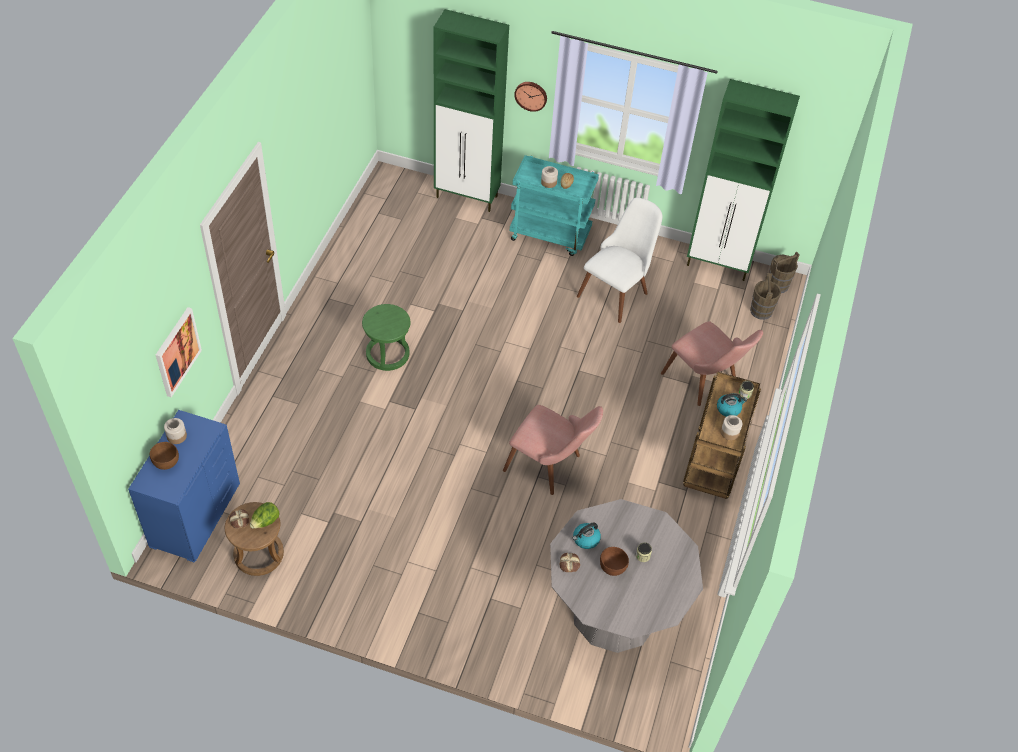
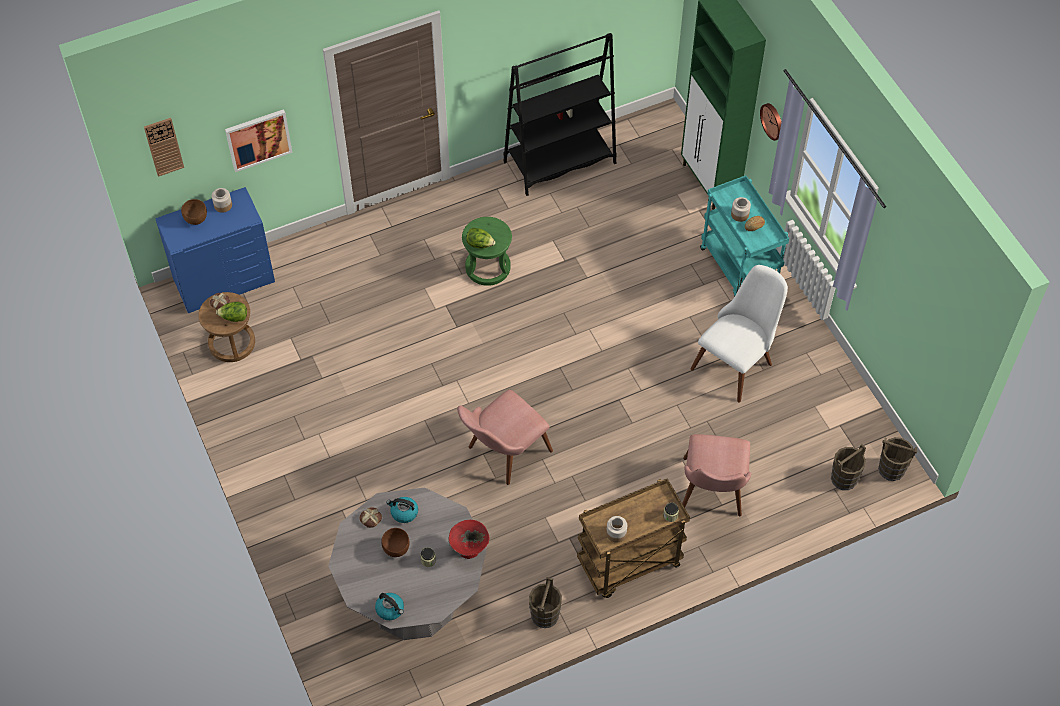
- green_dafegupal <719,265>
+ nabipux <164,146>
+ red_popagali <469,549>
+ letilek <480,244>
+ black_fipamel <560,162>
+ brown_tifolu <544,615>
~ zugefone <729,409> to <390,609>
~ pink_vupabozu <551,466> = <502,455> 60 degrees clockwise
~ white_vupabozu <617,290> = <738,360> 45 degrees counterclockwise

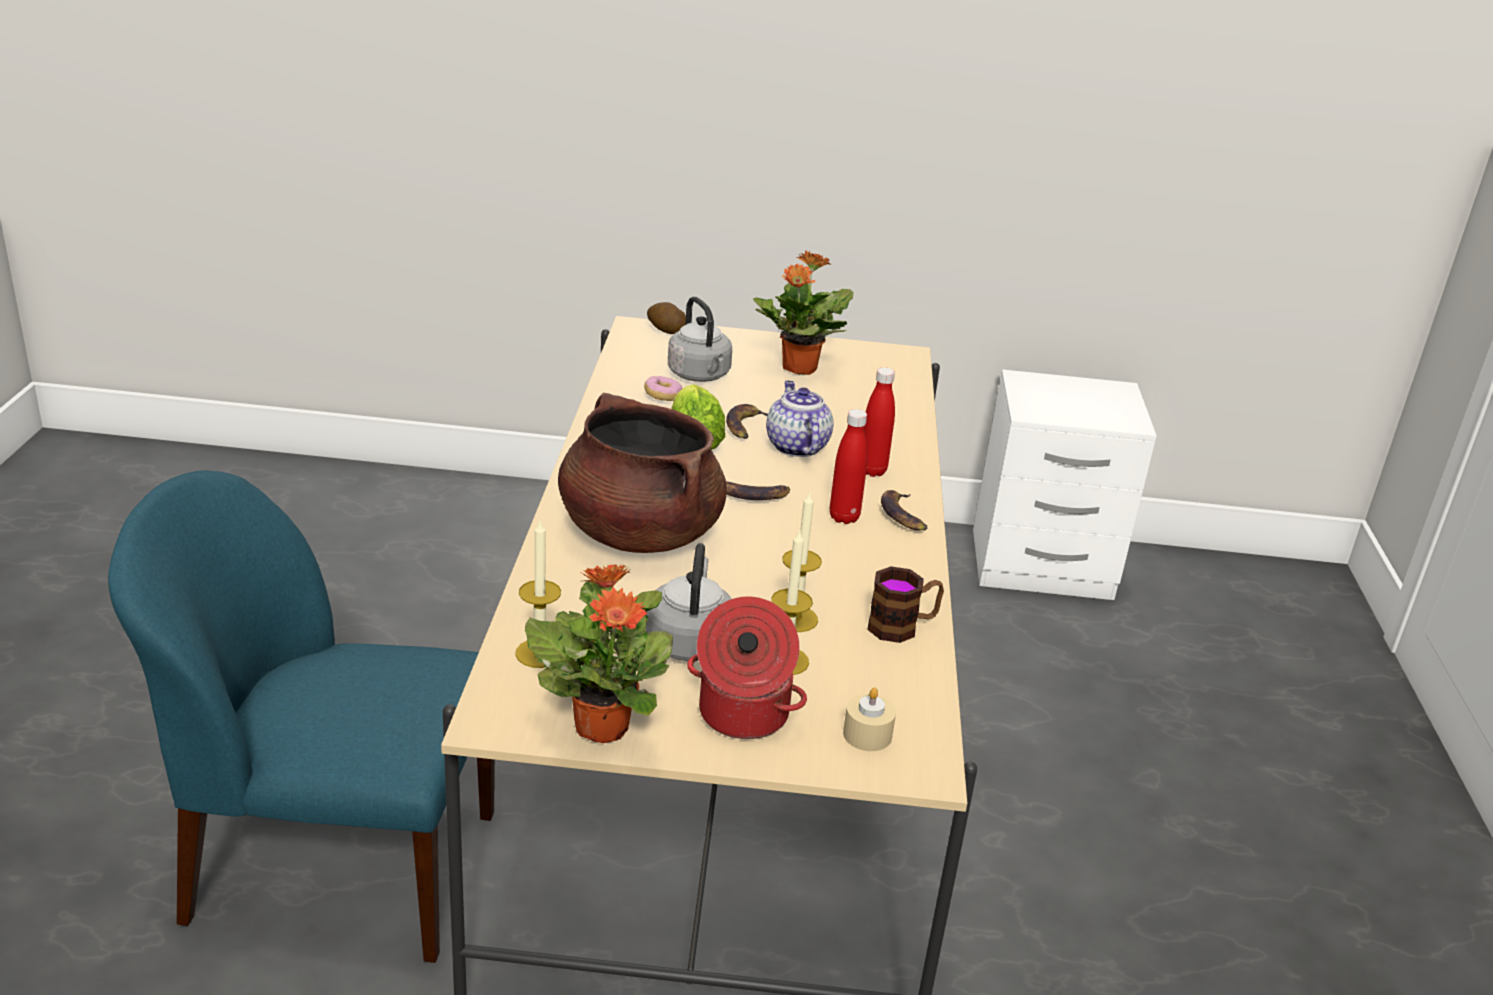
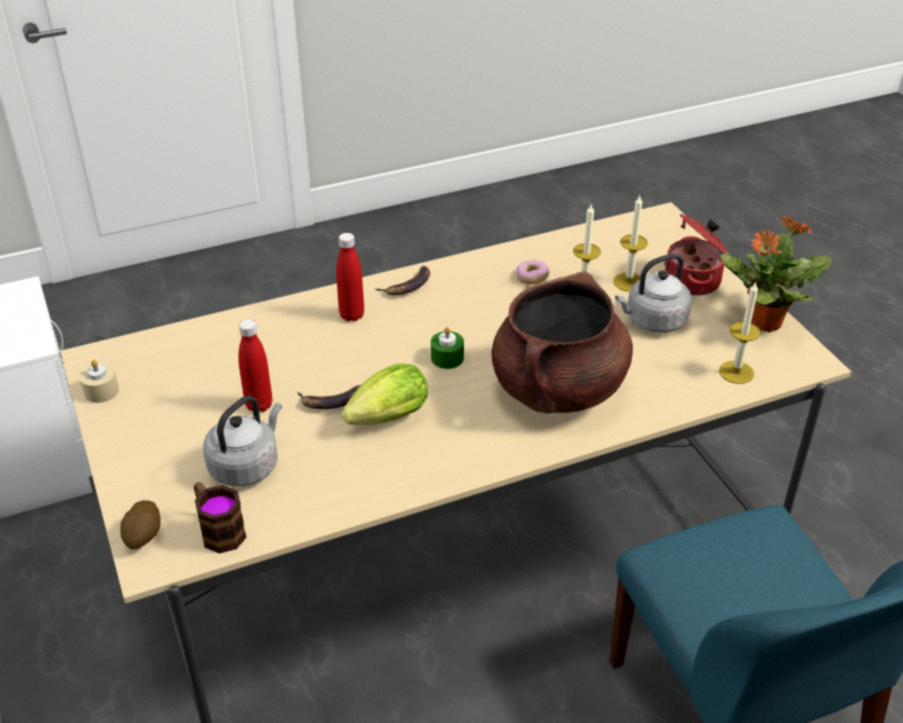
- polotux <798,368>
- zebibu <796,446>
~ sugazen <662,396> to <532,278>
~ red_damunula <844,517> to <259,405>
~ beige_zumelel <867,735> to <101,391>
~ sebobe <902,626> to <218,530>
~ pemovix <752,494> to green_zumelel <447,358>

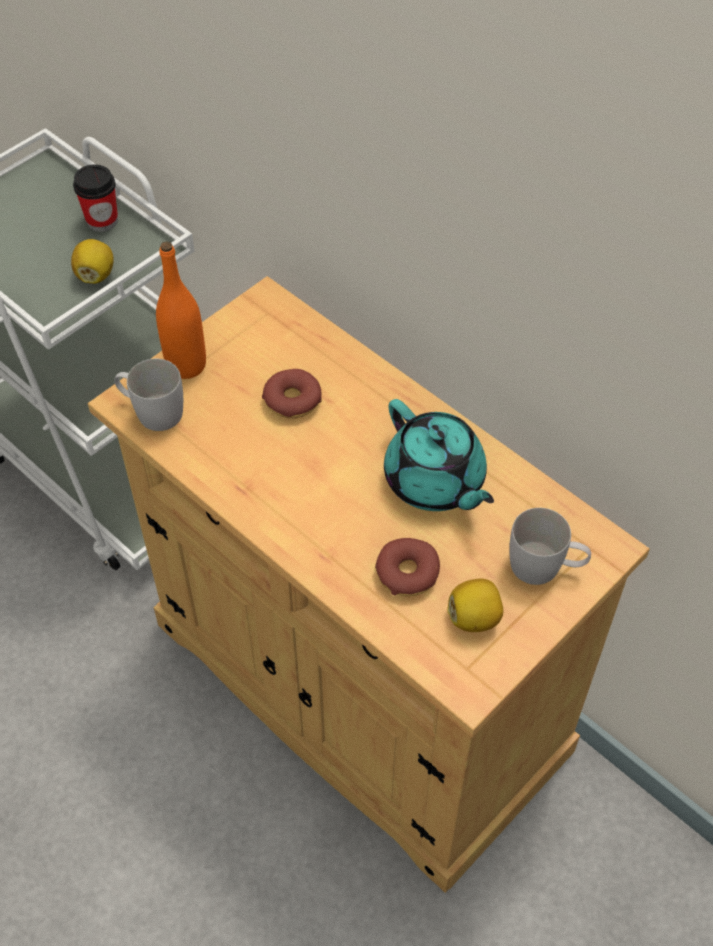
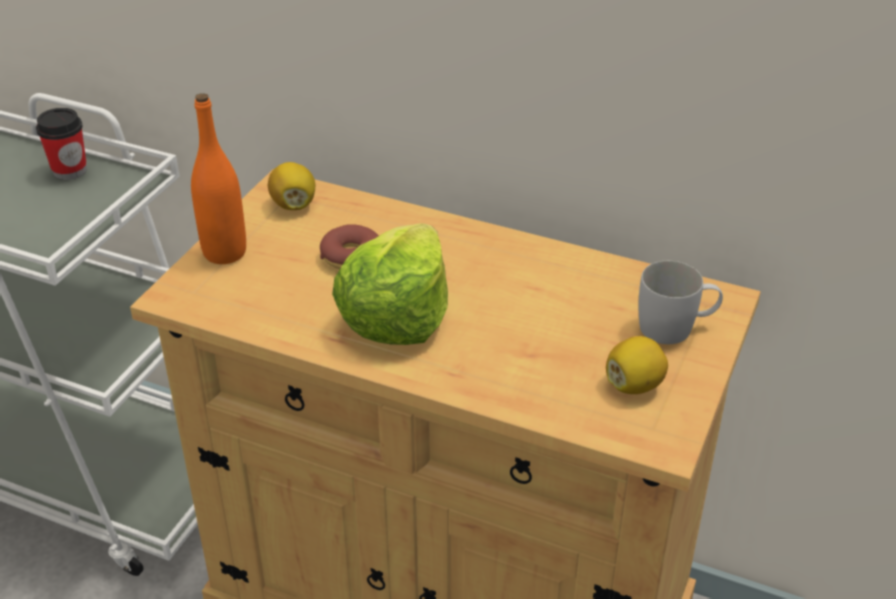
- white_sebobe <151,411>
- sugazen <407,573>
- turquoise_zebibu <435,482>
+ letilek <396,315>
~ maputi <95,275> to <293,204>

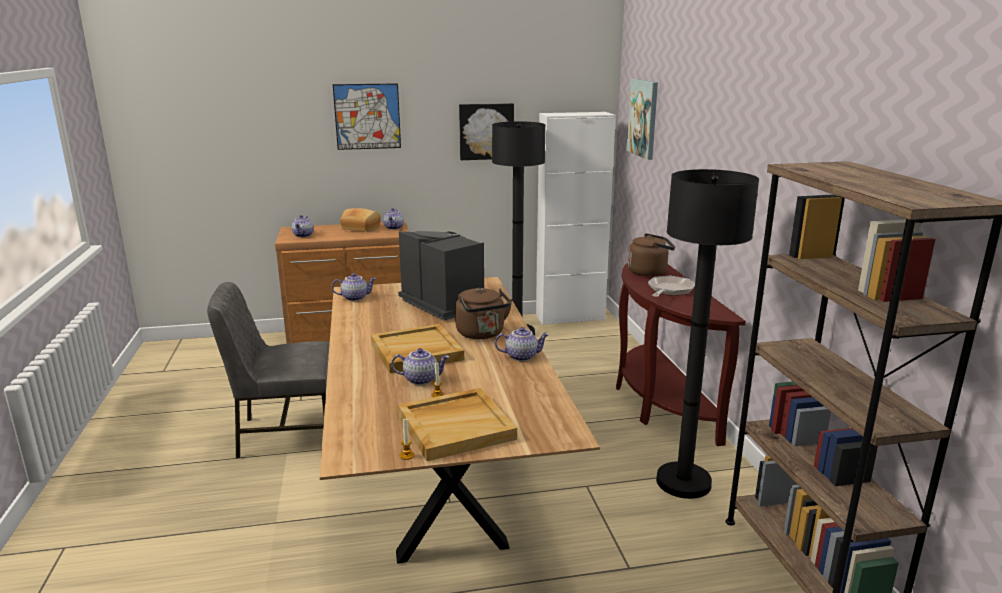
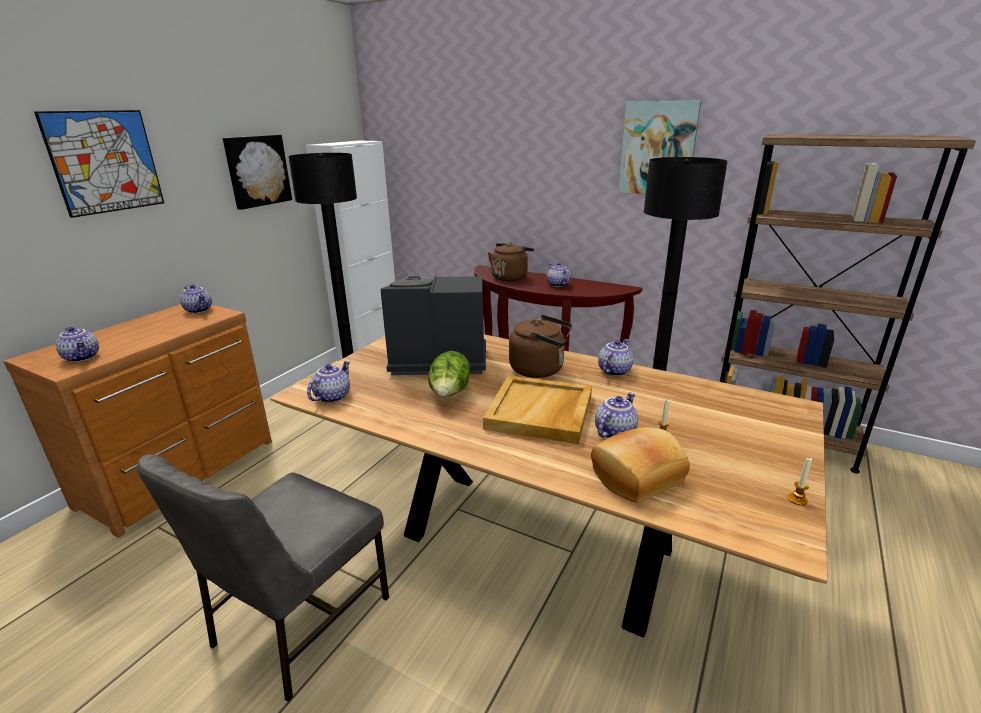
- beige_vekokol <456,426>
+ letilek <449,394>
~ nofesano <361,228> to <635,475>
~ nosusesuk <643,118> to <658,149>
~ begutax <669,291> to zebibu <557,285>

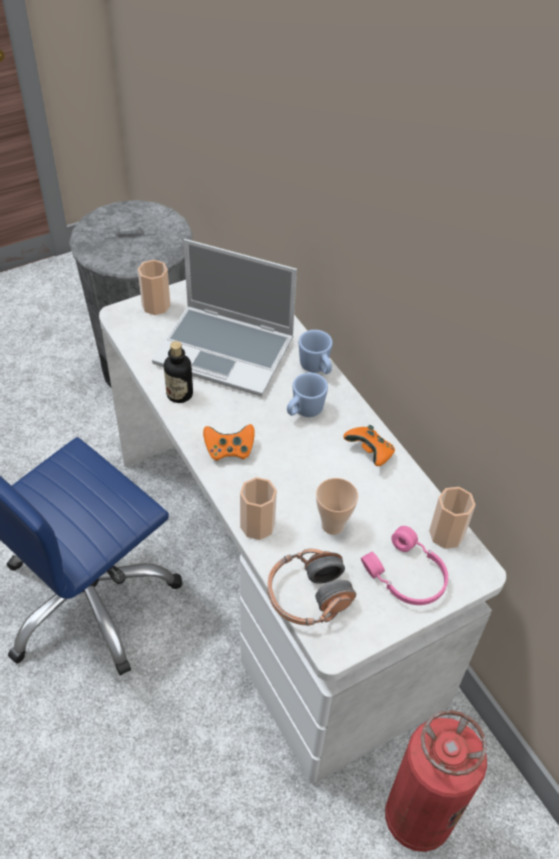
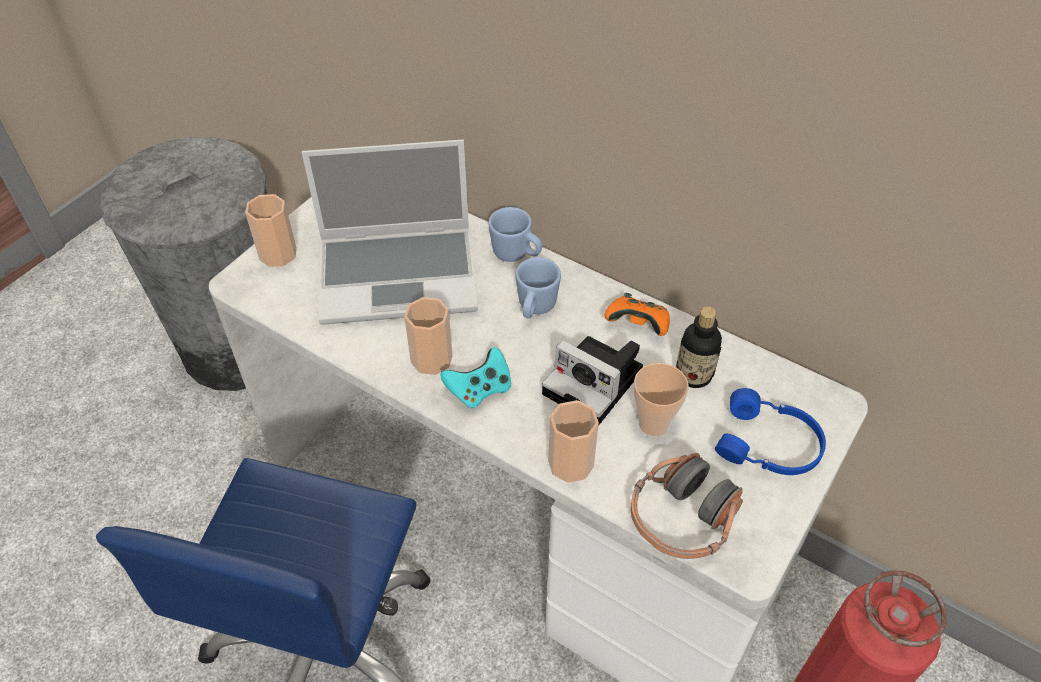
+ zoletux <596,383>
~ damunula <179,394> to <693,375>
~ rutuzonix <446,534> to <431,359>
~ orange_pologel <229,450> to turquoise_pologel <479,389>
~ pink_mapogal <406,576> to blue_mapogal <769,446>

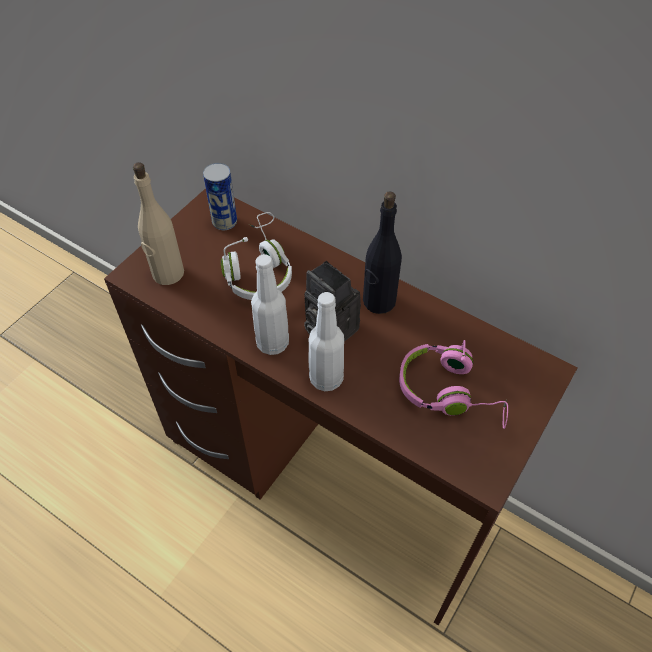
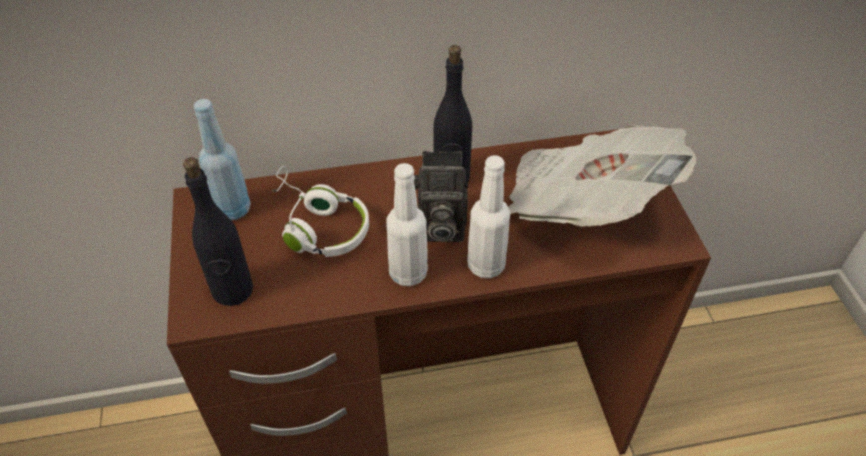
~ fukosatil <224,222> to blue_damunula <233,209>
~ pink_mapogal <450,392> to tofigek <583,204>
~ beige_damunula <167,273> to black_damunula <232,290>

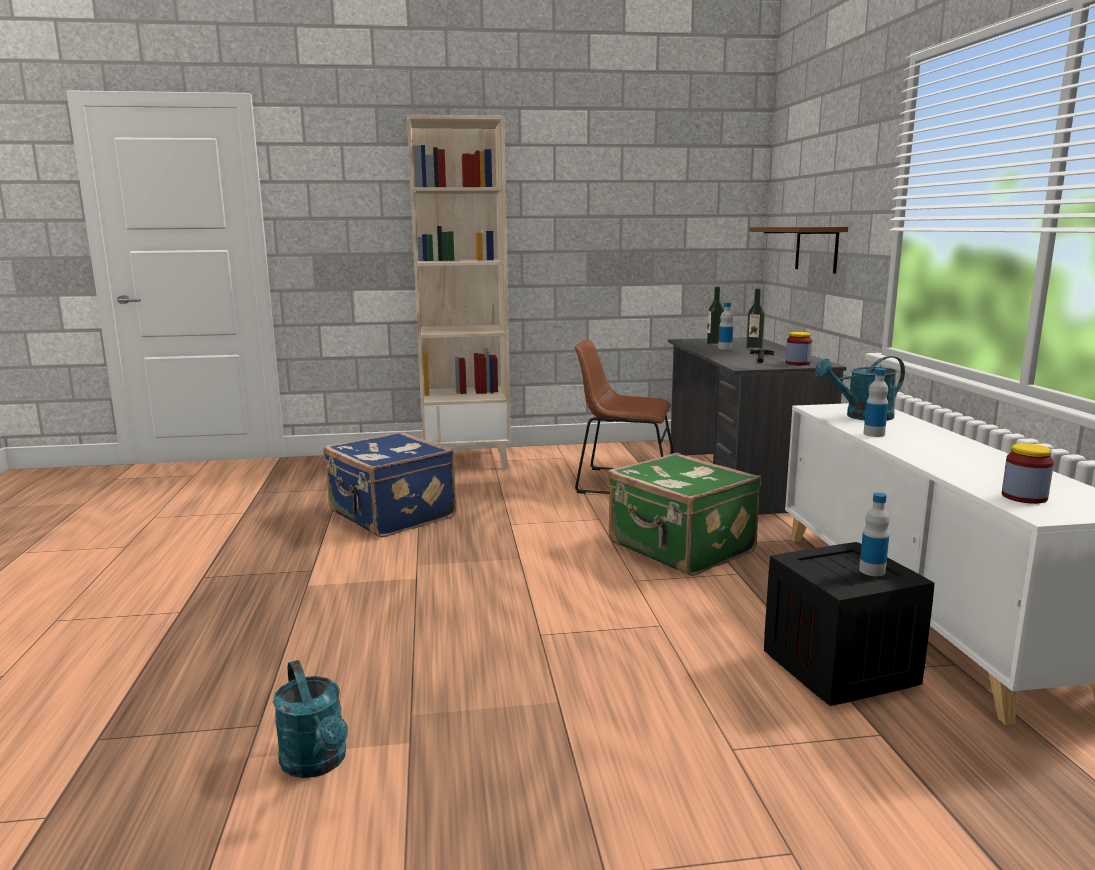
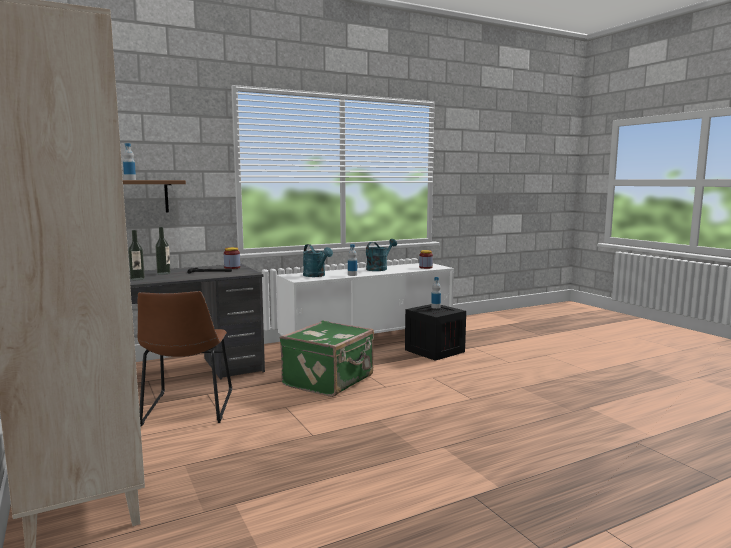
- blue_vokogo <390,516>
~ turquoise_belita <317,764> to <379,269>
~ damunula <725,348> to <130,180>

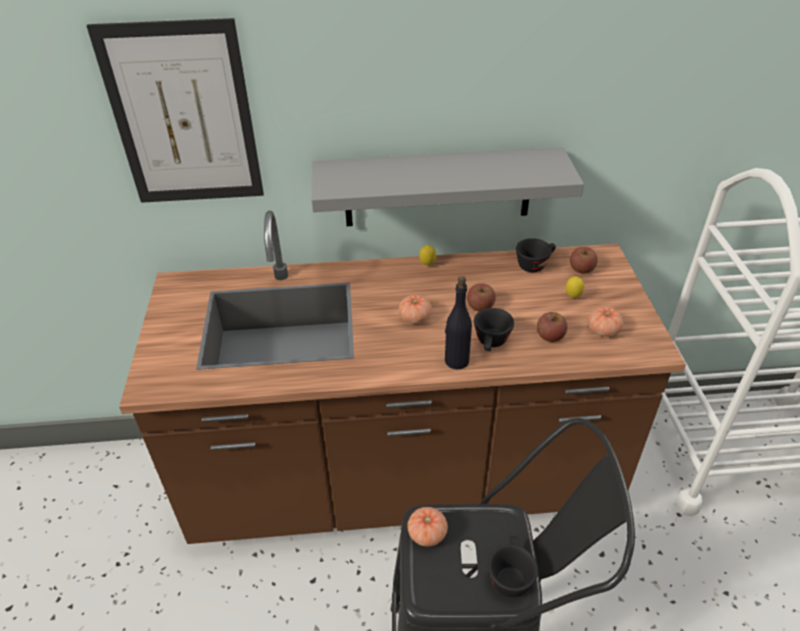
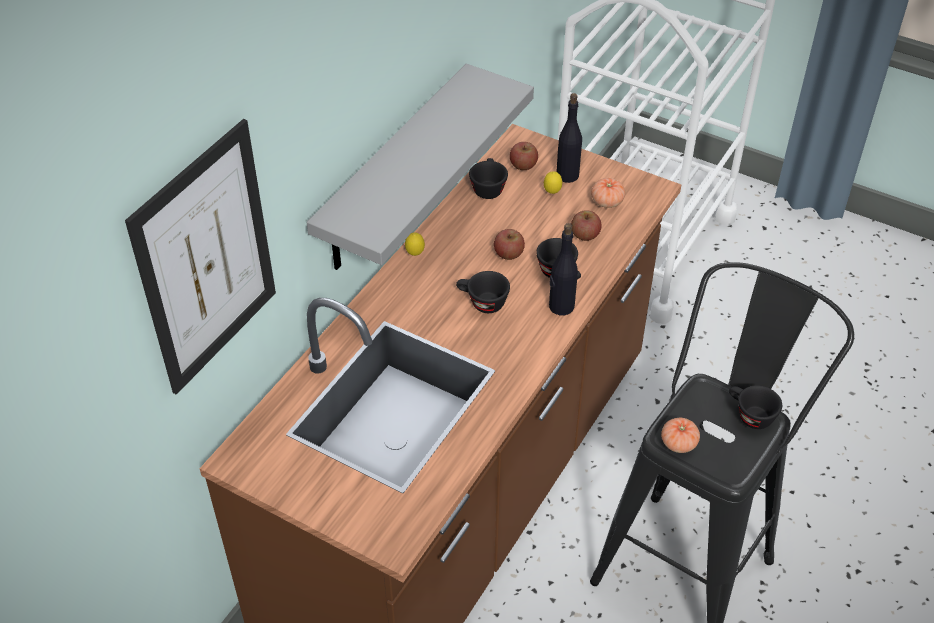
+ black_damunula <567,175>
~ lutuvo <415,318> to black_rutuzonix <482,303>

